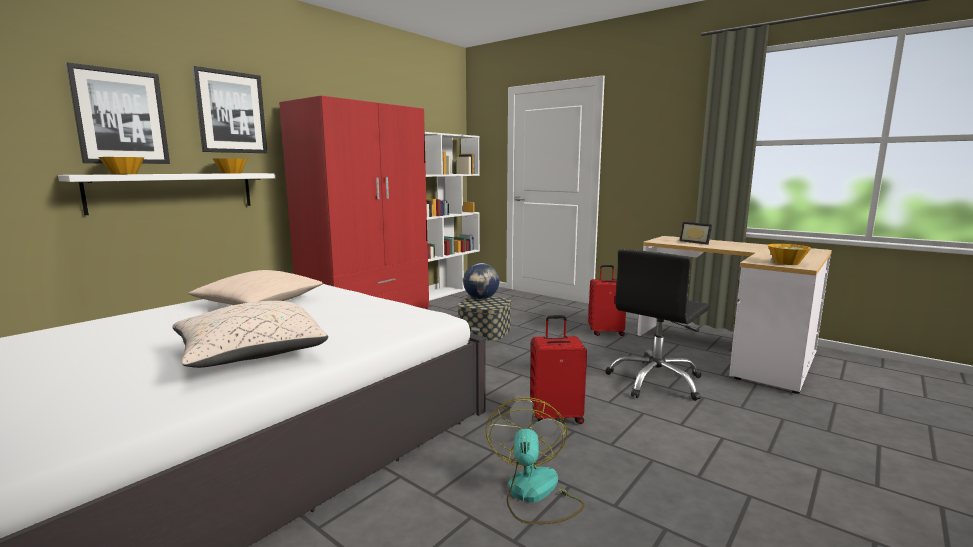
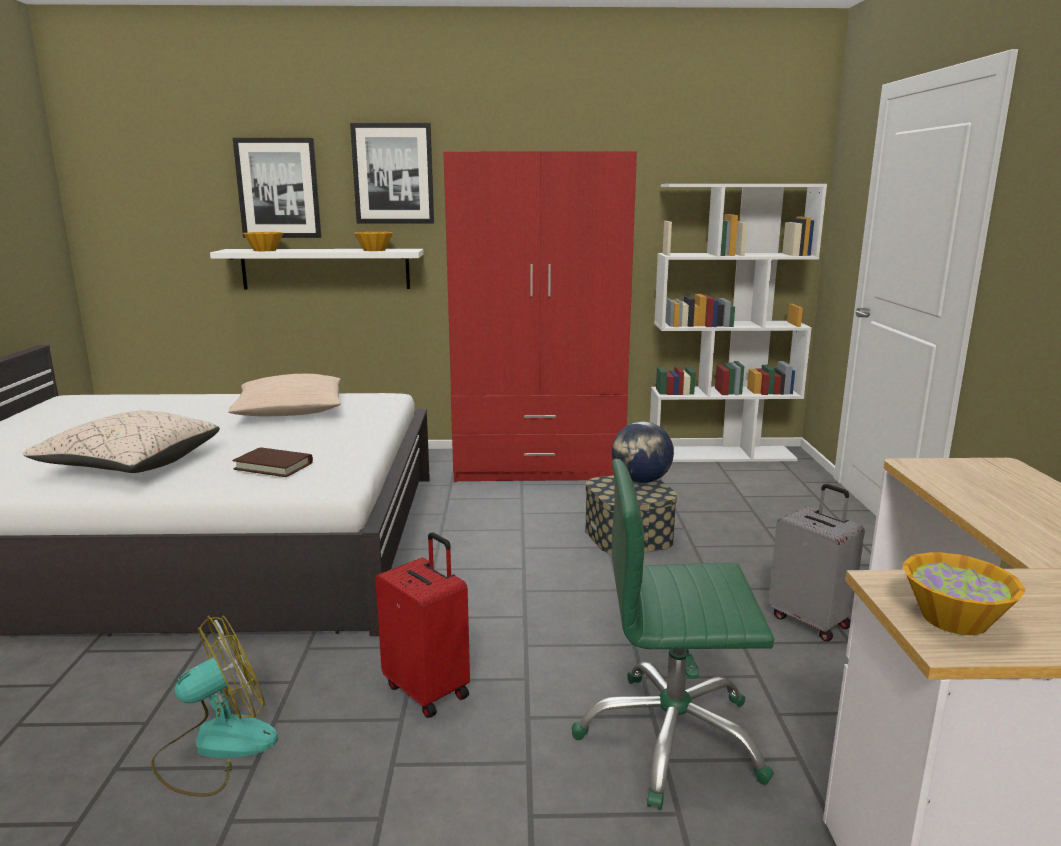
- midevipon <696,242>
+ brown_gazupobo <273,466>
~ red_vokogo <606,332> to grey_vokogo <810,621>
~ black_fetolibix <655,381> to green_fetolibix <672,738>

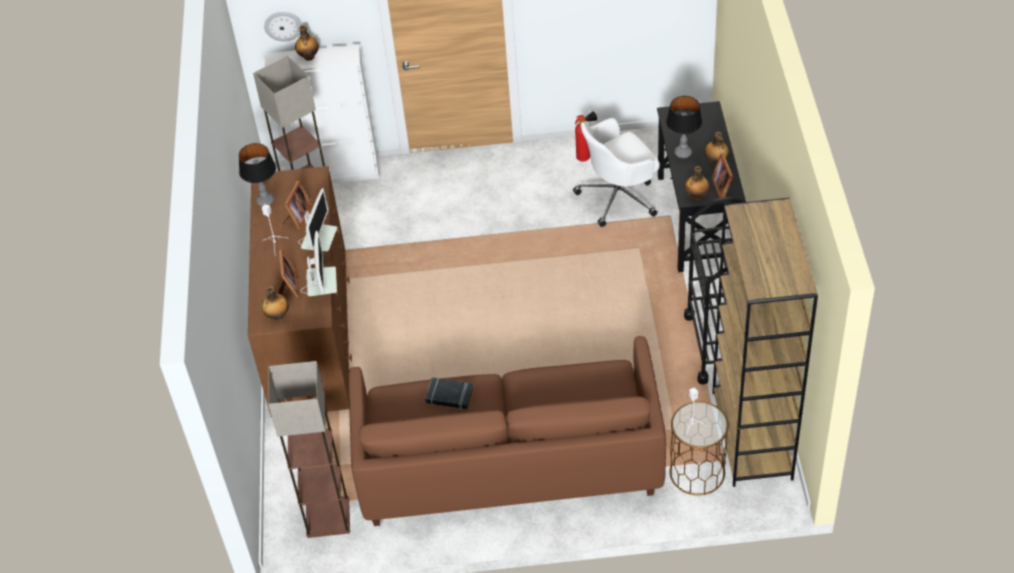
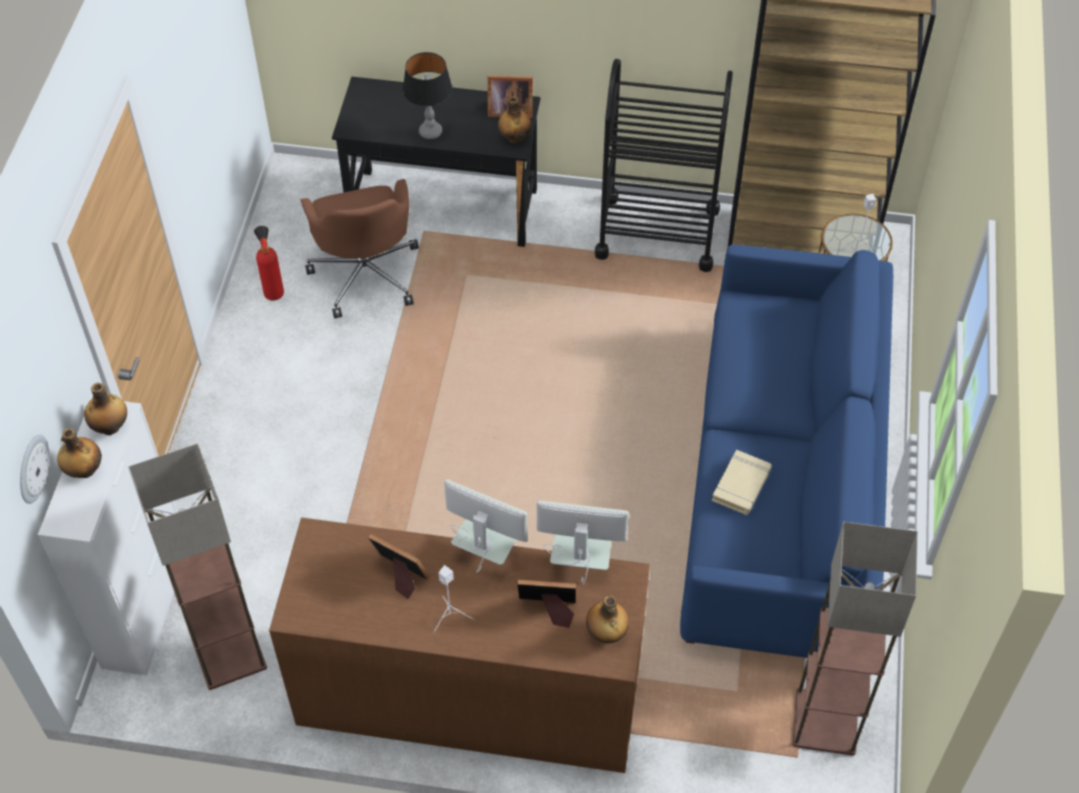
- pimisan <265,201>
~ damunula <716,162> to <111,427>
~ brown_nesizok <509,462> to blue_nesizok <781,489>
~ black_gazupobo <449,396> to beige_gazupobo <741,485>
~ white_fetolibix <619,197> to brown_fetolibix <366,273>

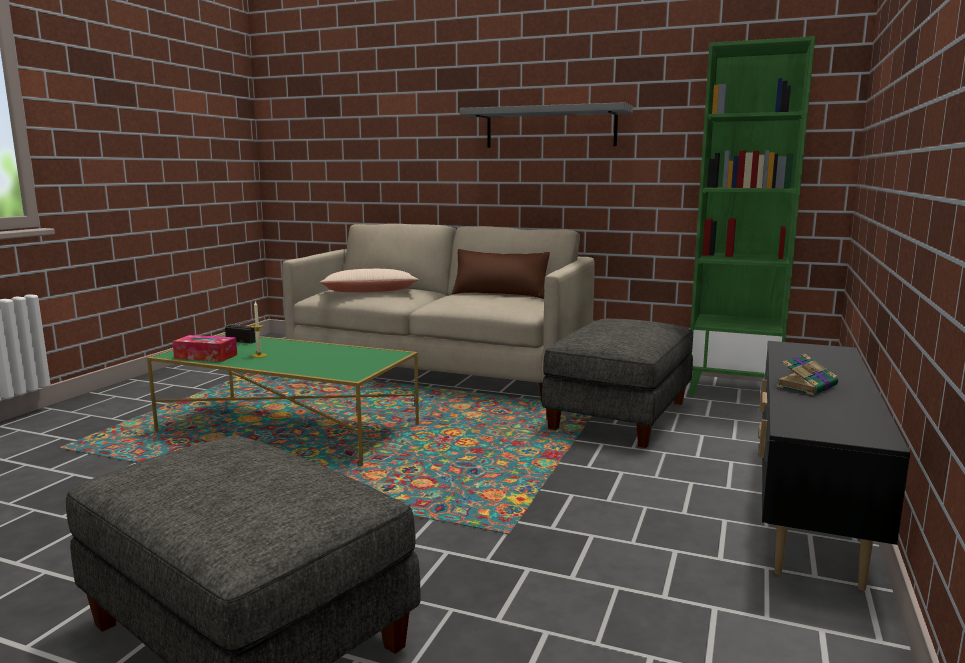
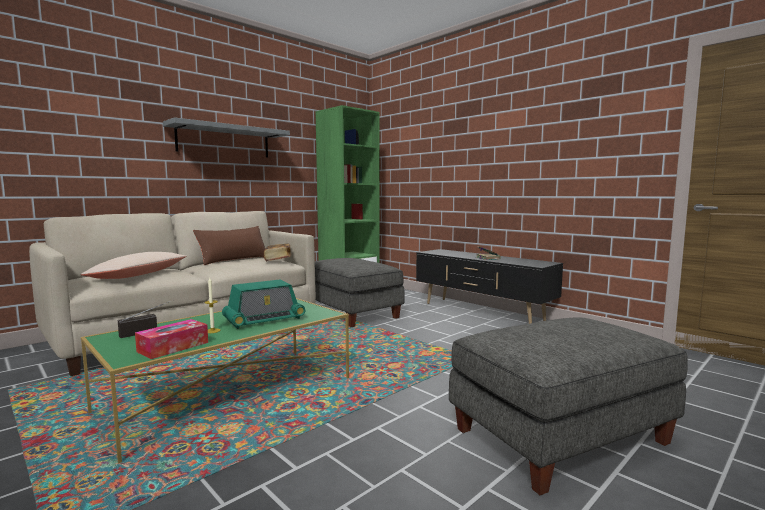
+ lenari <264,320>
+ gazupobo <277,260>

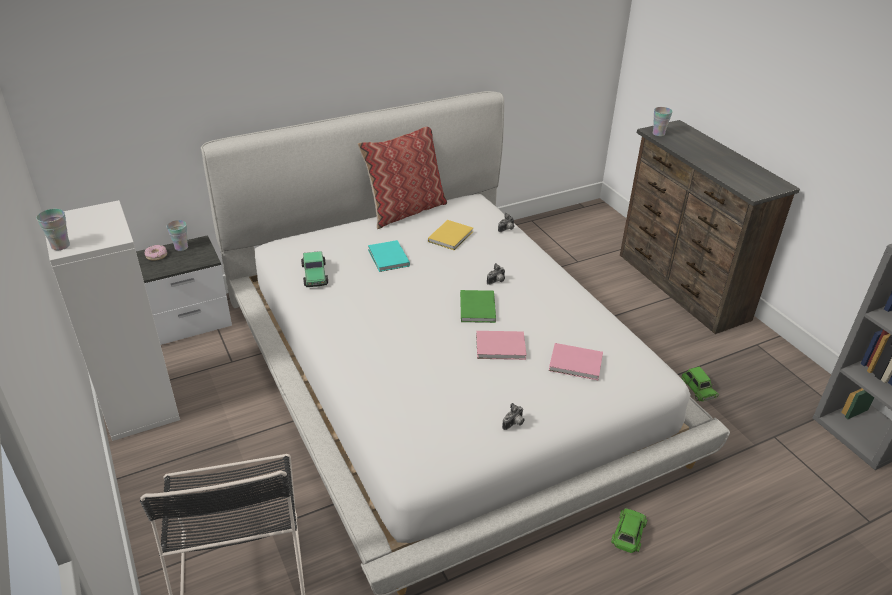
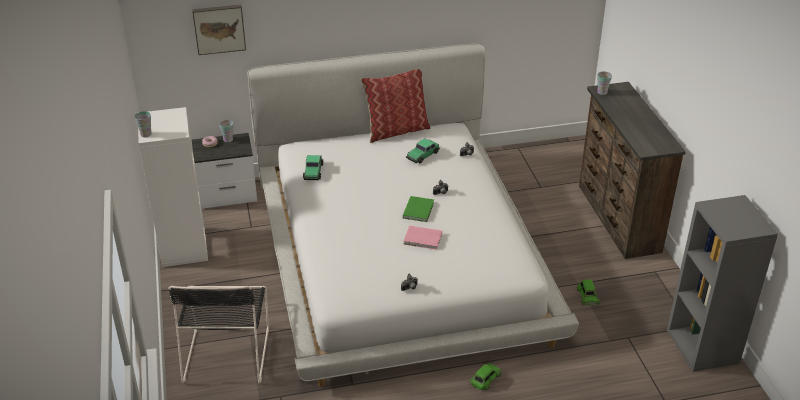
- turquoise_gazupobo <388,258>
- pink_gazupobo <577,364>
+ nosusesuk <219,28>
~ yellow_gazupobo <452,236> to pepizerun <422,155>

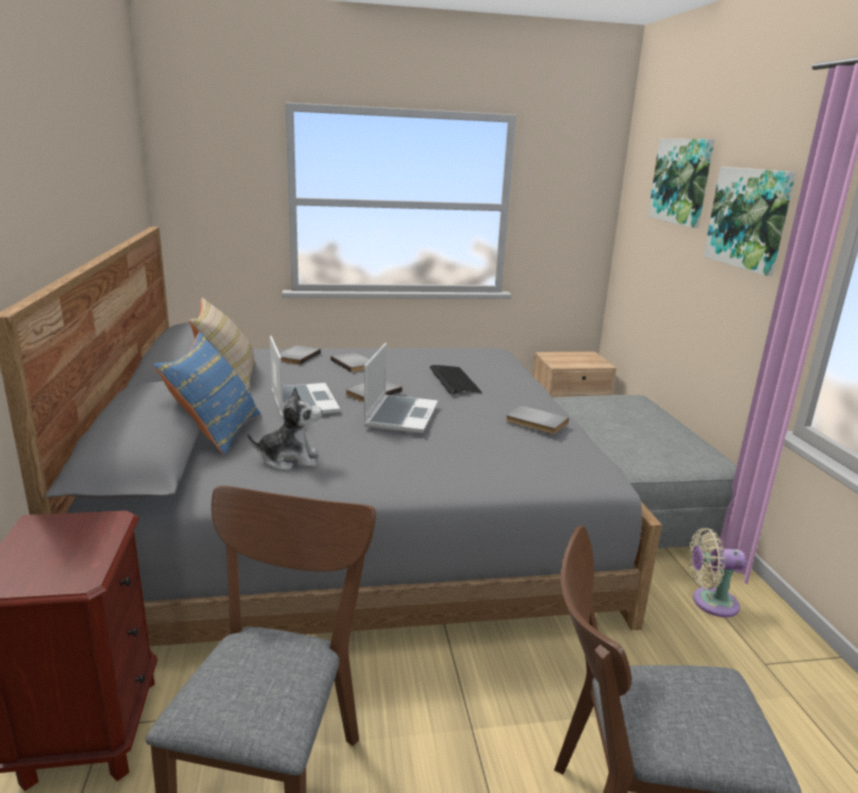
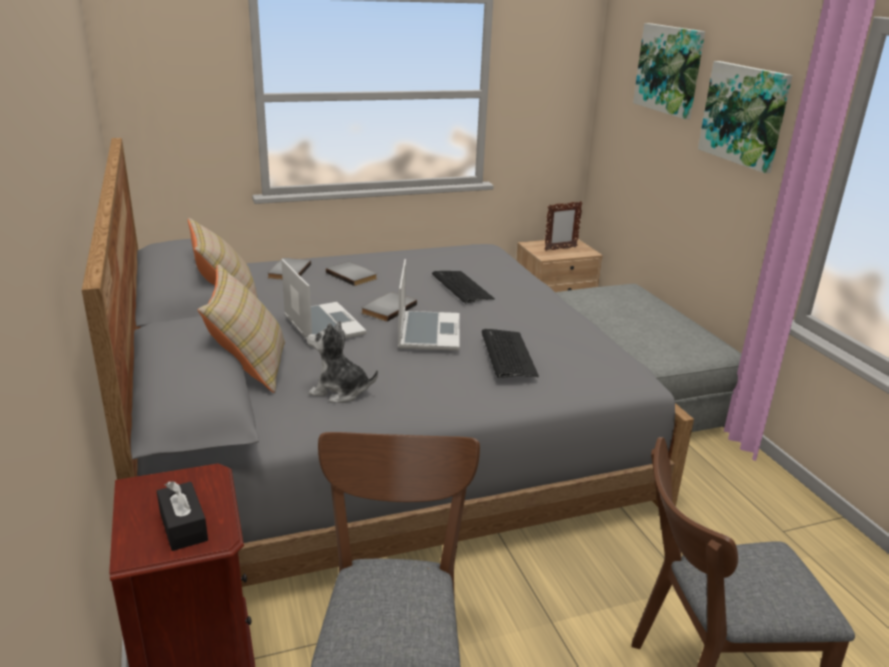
- grey_gazupobo <535,422>
- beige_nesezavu <710,602>
+ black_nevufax <183,526>
+ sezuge <507,354>
+ midevipon <560,249>
~ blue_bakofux <216,432> to beige_bakofux <249,367>
~ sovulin <289,460> = <340,391> 150 degrees counterclockwise

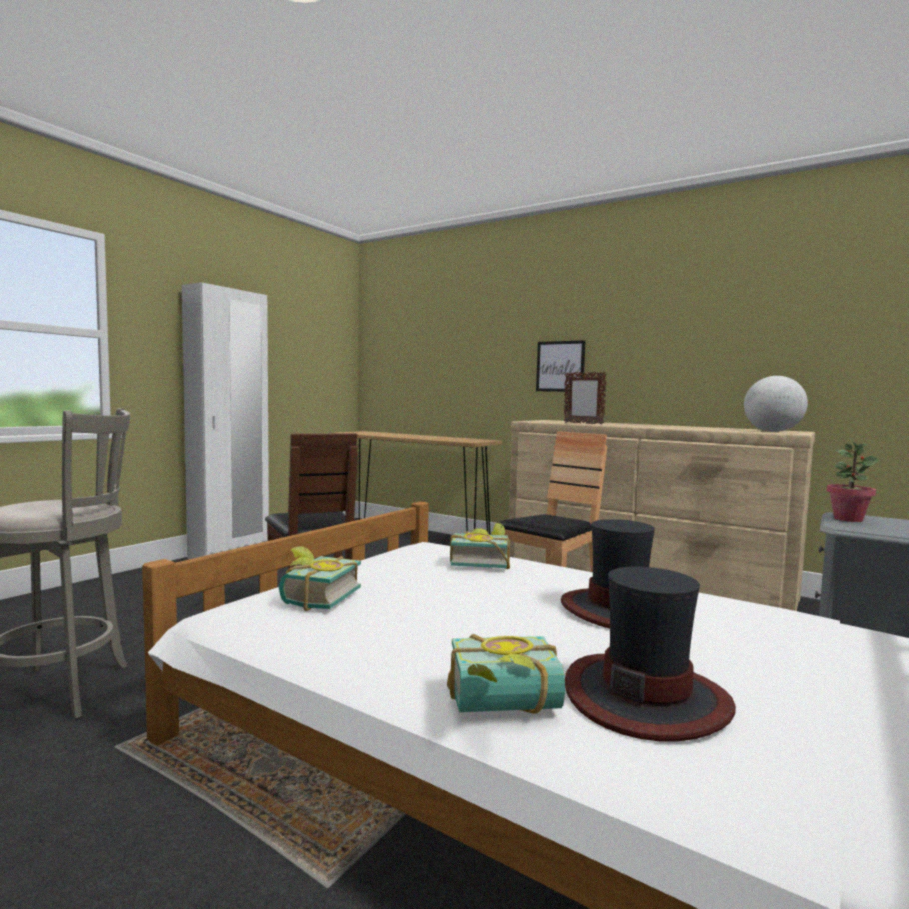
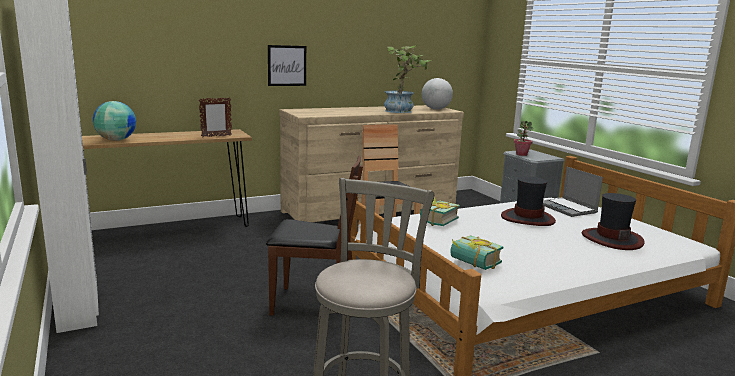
- gazupobo <506,707>
+ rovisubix <116,140>
+ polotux <403,111>
+ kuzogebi <568,208>
~ midevipon <583,423> to <216,136>

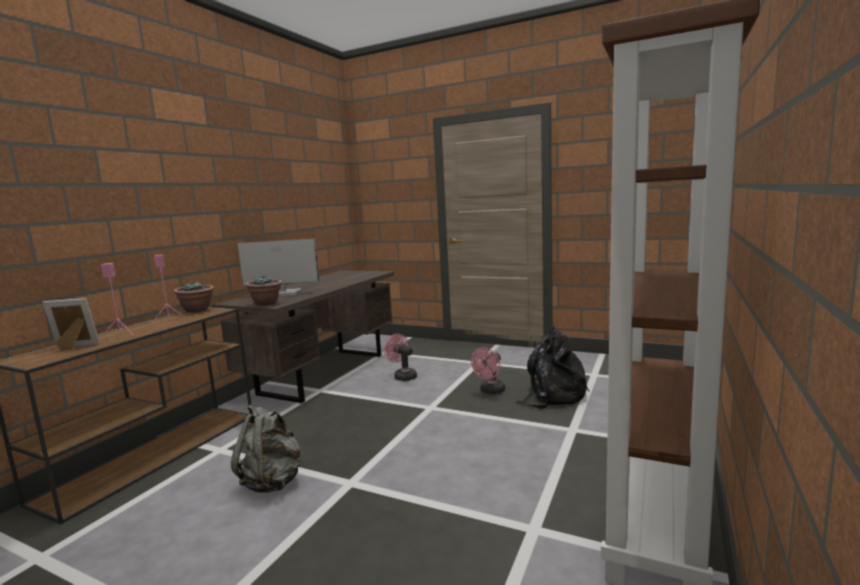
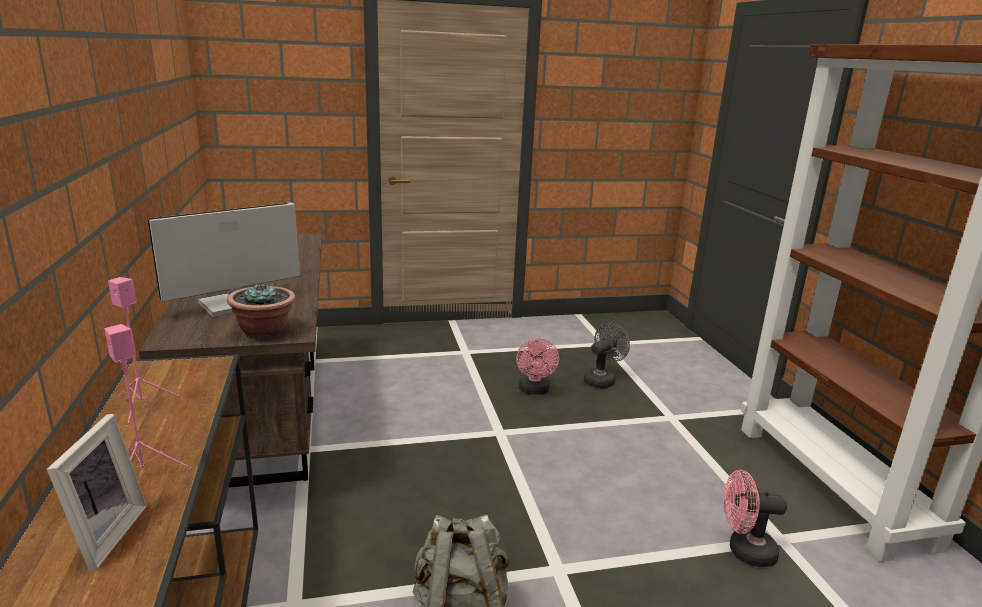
- polotux <197,310>
~ pink_nesezavu <402,376> to <744,551>
~ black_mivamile <553,395> to grey_nesezavu <602,379>
~ midevipon <74,347> = <102,536> 135 degrees clockwise

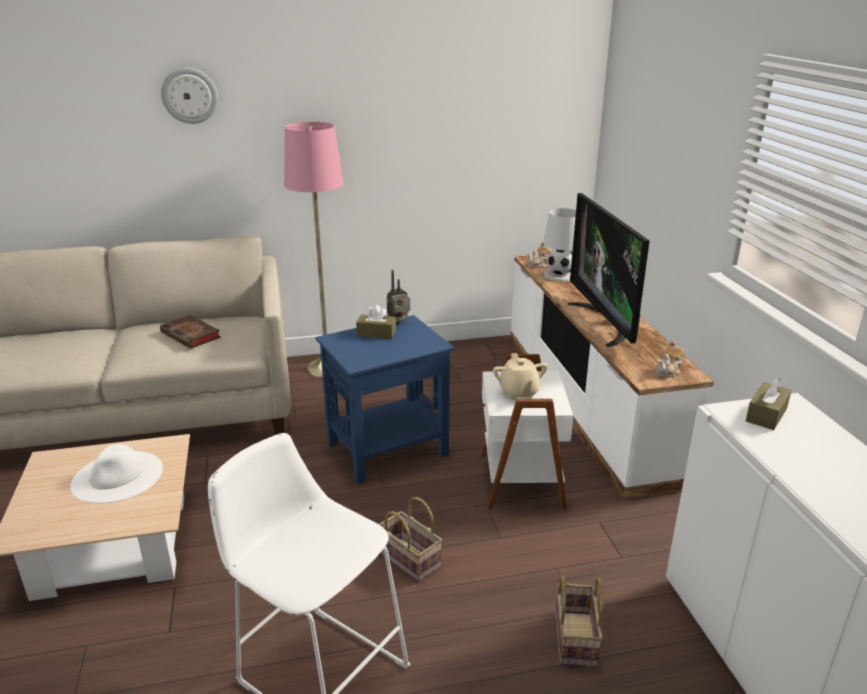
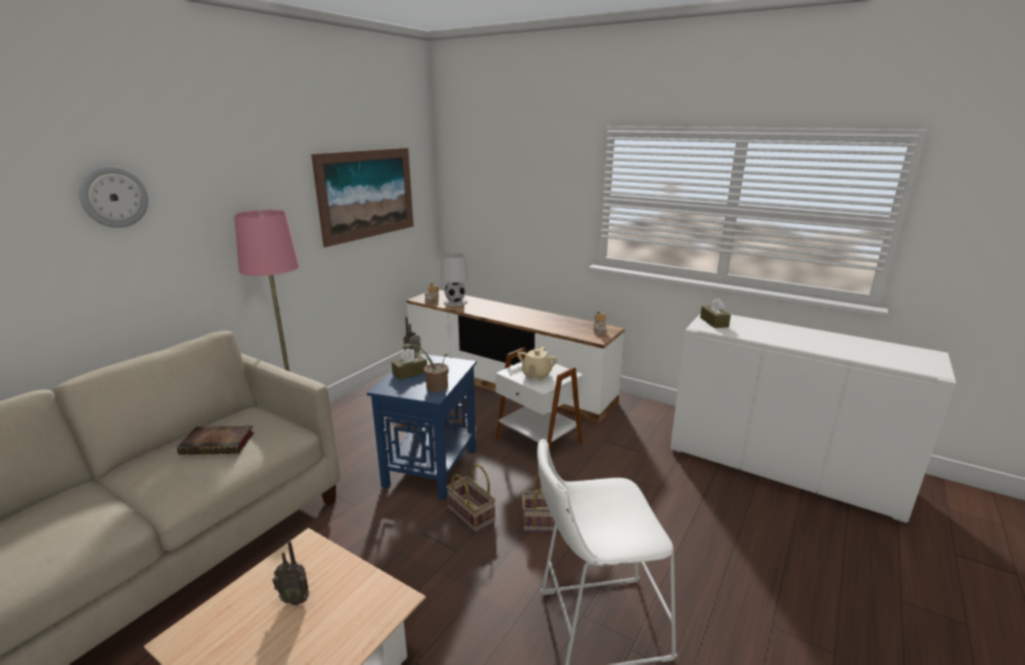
- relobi <604,323>
+ nosusesuk <367,194>
+ polotux <433,387>
~ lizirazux <573,637> to <469,514>
~ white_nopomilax <117,476> to lenari <295,599>
~ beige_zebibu <518,392> = <536,375> 75 degrees clockwise

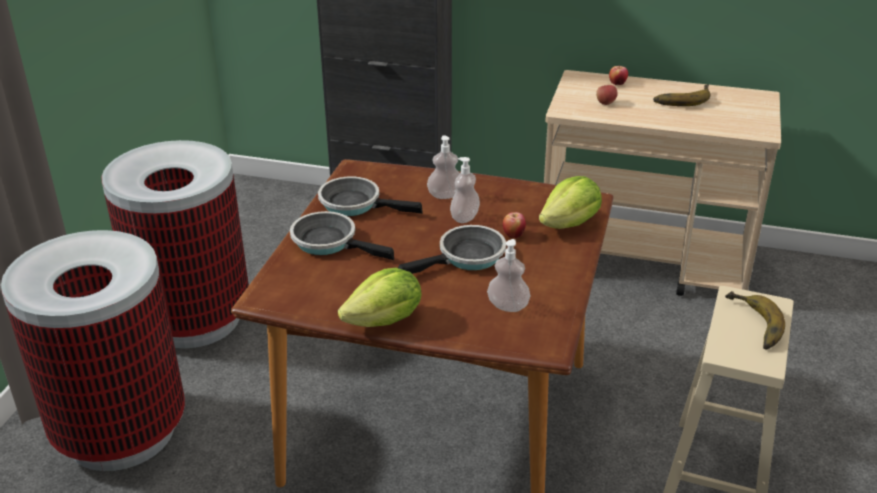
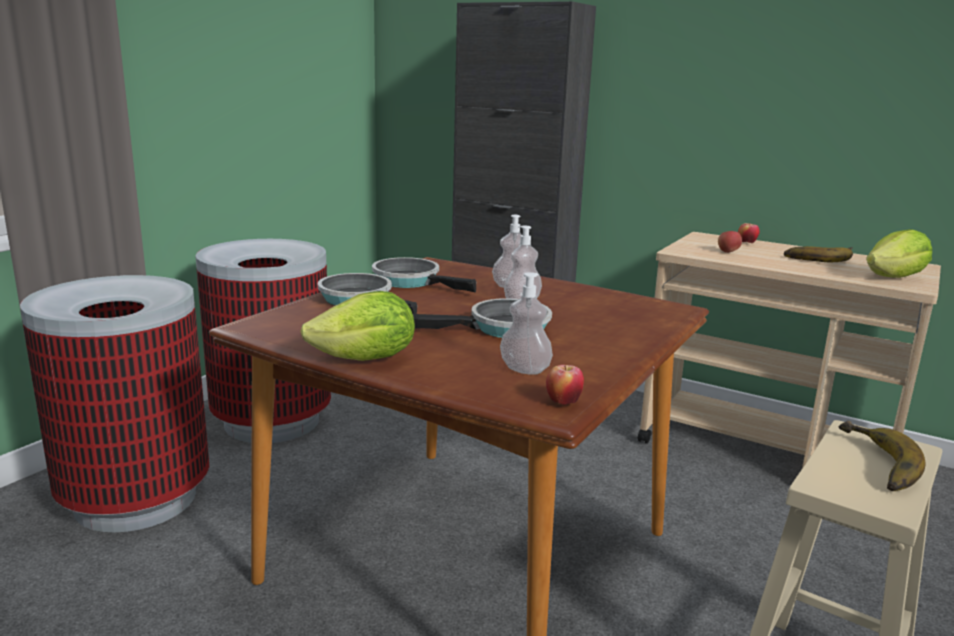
~ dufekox <513,235> to <563,402>
~ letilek <570,224> to <895,278>

